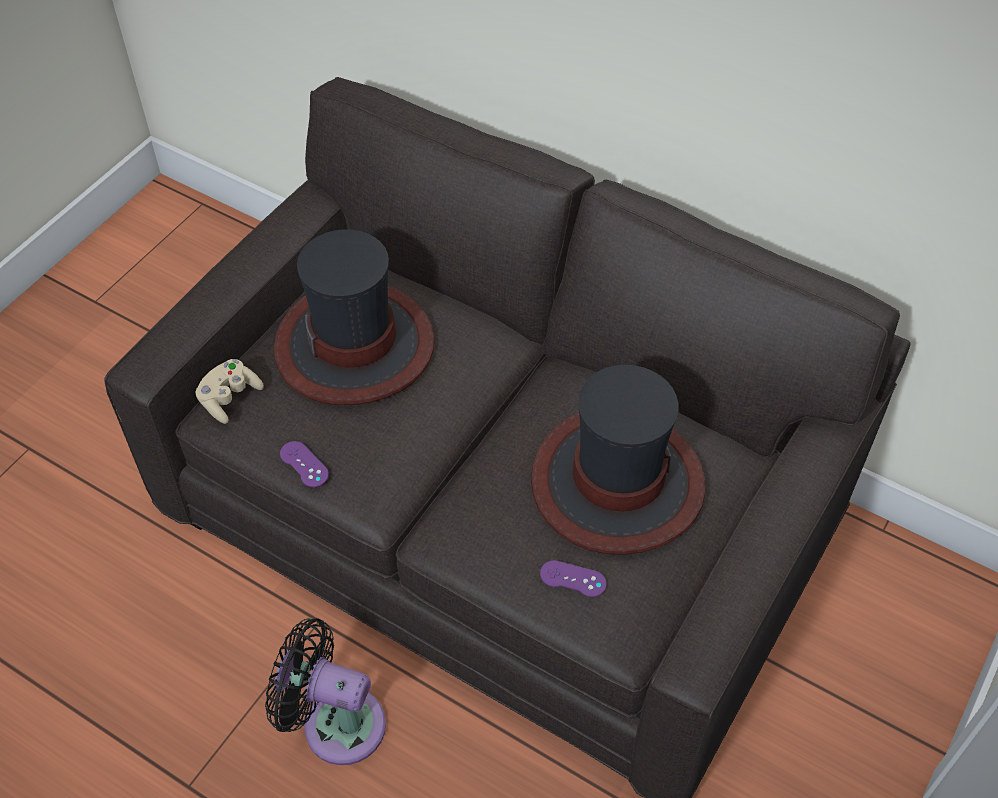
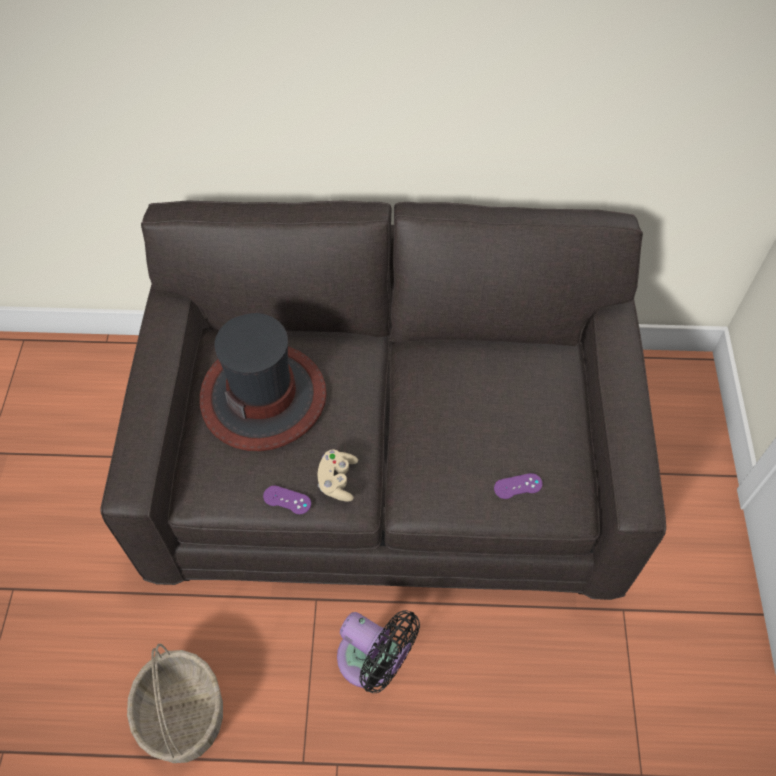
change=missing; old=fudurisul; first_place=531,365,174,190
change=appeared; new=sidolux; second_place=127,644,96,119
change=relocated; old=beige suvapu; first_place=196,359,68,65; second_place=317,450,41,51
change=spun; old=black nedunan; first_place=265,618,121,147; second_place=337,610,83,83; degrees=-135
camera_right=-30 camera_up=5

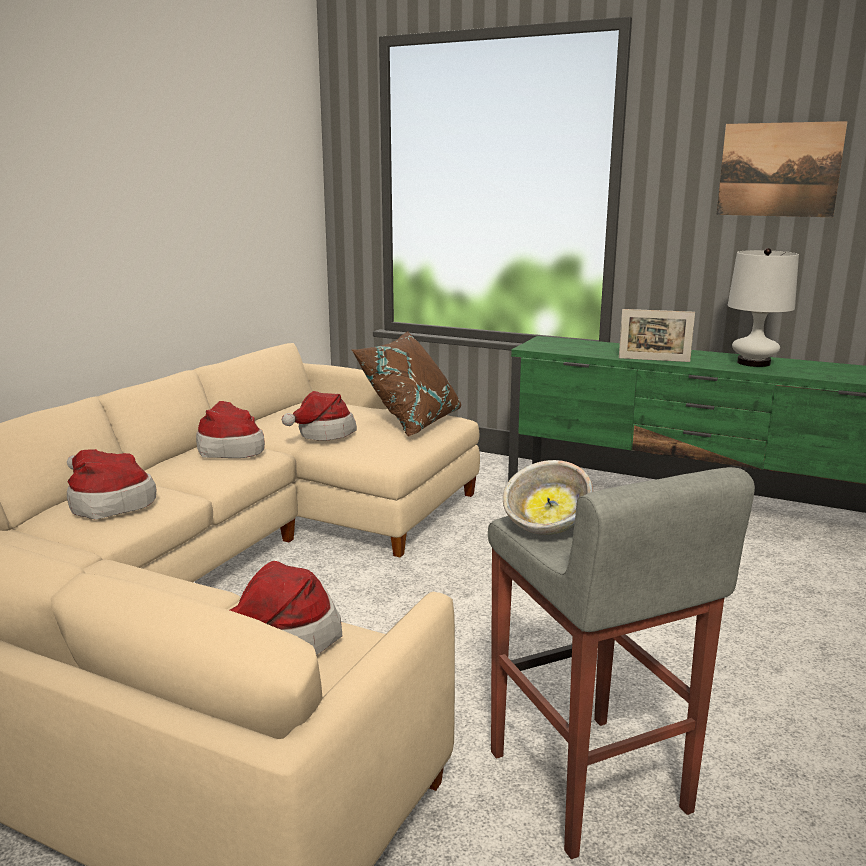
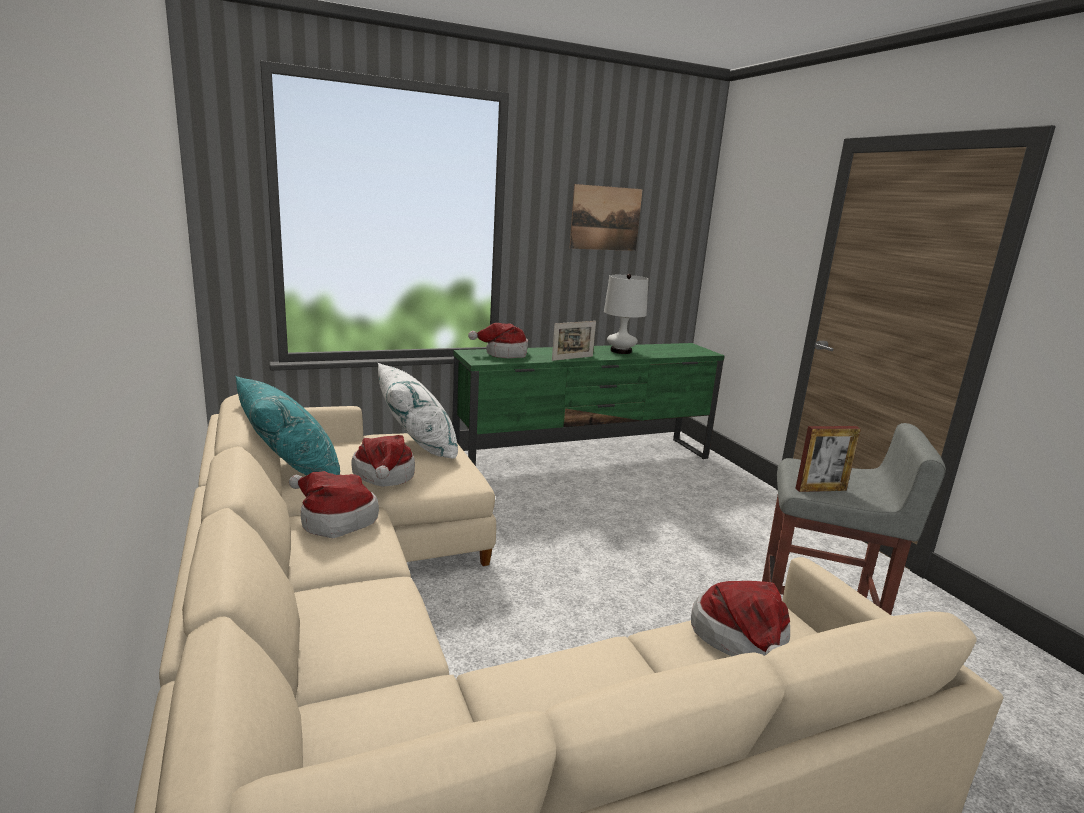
change=appeared; new=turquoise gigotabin; second_place=235,376,105,100
change=relocated; old=fudurisul; first_place=67,449,89,71; second_place=468,323,60,35
change=exchanged; old=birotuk; new=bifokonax; first_place=503,460,90,75; second_place=795,426,66,66
change=colour; old=brown gigotabin; new=white gigotabin; first_place=352,332,109,105; second_place=377,362,81,97
camera_right=-50 camera_up=0

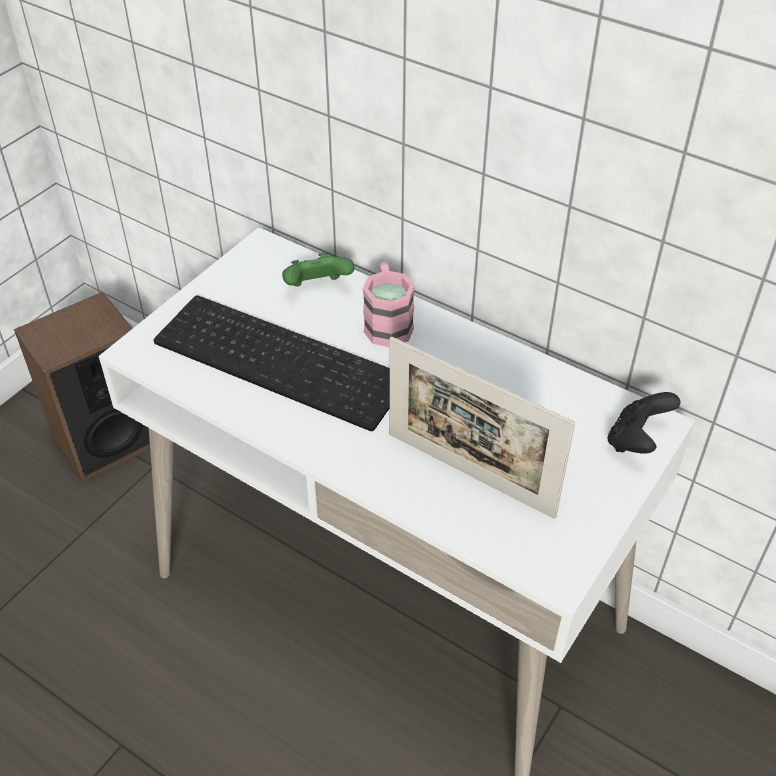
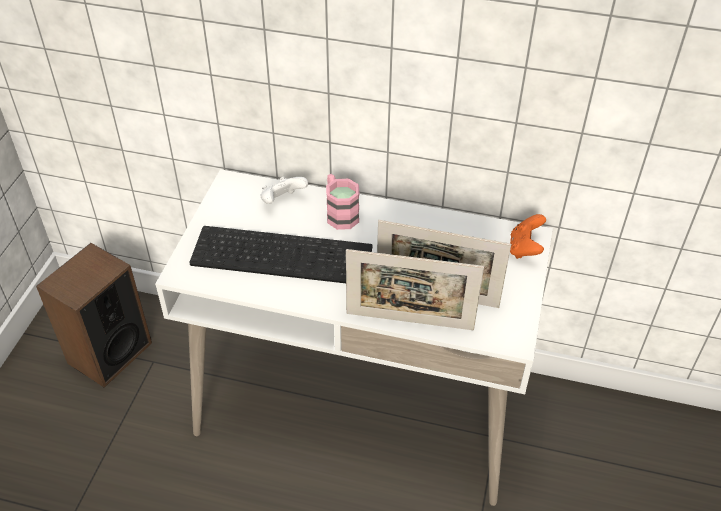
change=appeared; new=bifokonax; second_place=346,249,138,81
change=colour; old=green suvapu; new=white suvapu; first_place=282,252,73,35; second_place=260,176,48,28
change=colour; old=black suvapu; new=orange suvapu; first_place=608,392,72,62; second_place=510,214,36,45
camera_right=-20 camera_up=0

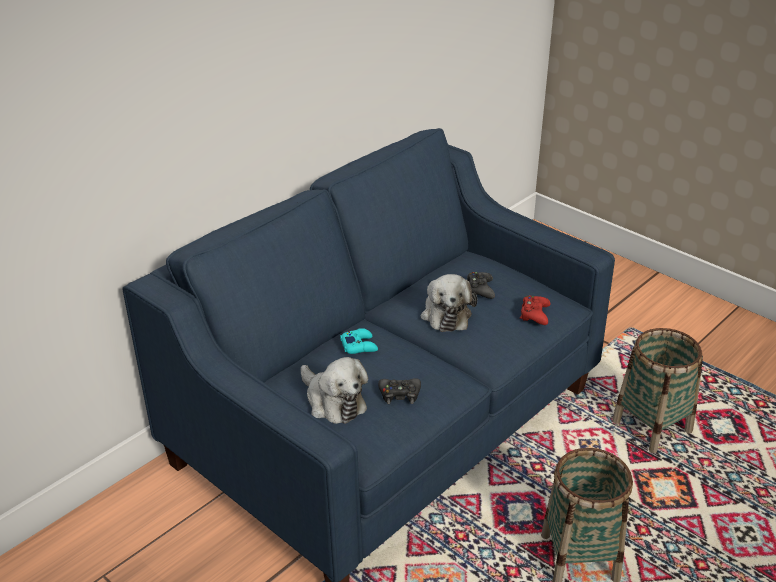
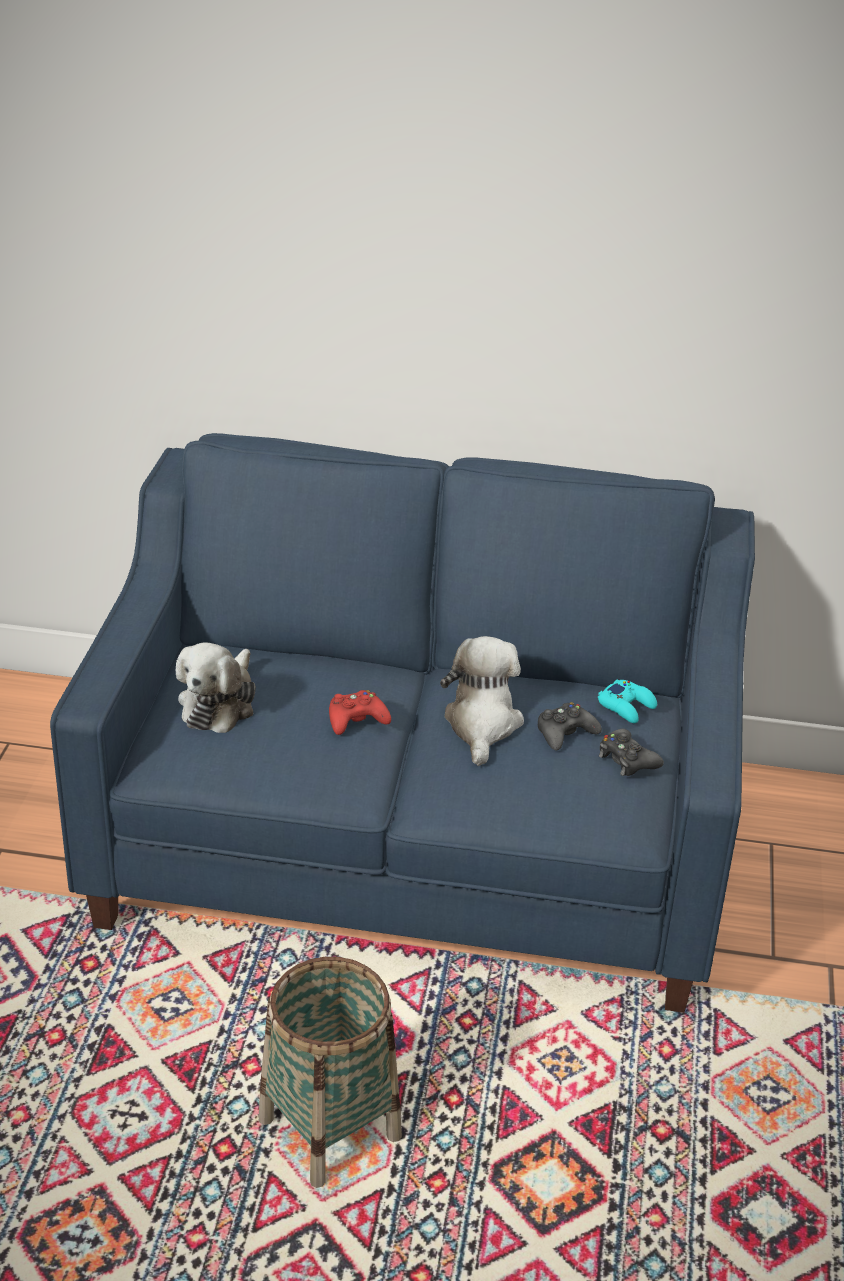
change=missing; old=sidolux; first_place=612,328,91,125
change=relocated; old=turquoise suvapu; first_place=340,328,38,26; second_place=598,679,59,44
change=relocated; old=black suvapu; first_place=378,378,43,26; second_place=599,728,65,48
change=relocated; old=red suvapu; first_place=520,295,31,30; second_place=329,690,62,45
change=spun; old=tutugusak; first_place=421,274,56,58; second_place=440,636,84,130; degrees=135
camera_right=55 camera_up=0

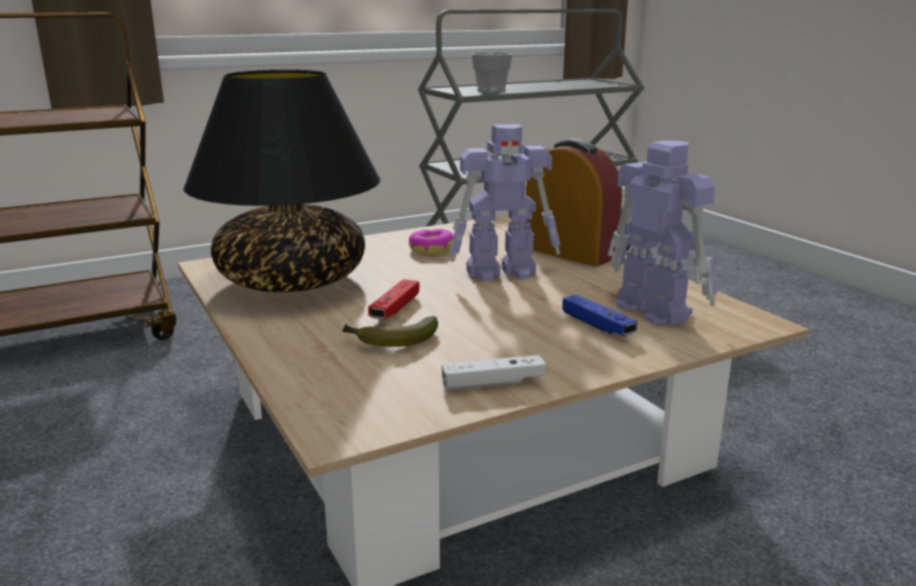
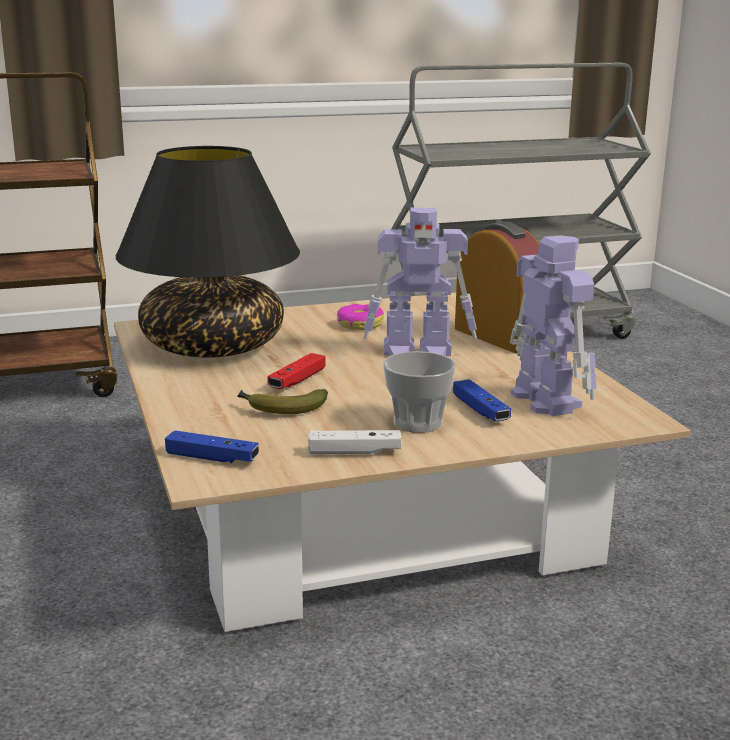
change=appeared; new=blue suvapu; second_place=165,430,94,33
change=relocated; old=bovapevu; first_place=471,52,42,41; second_place=383,351,73,82
camera_right=10 camera_up=0

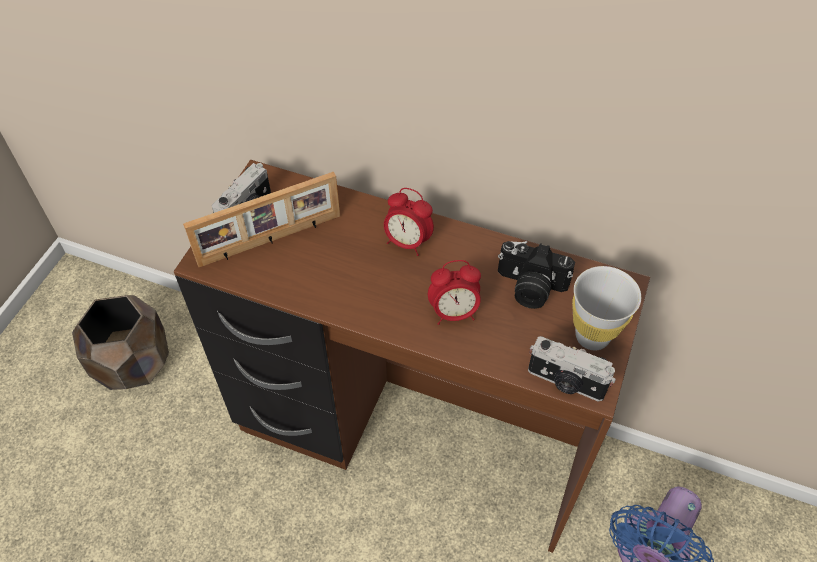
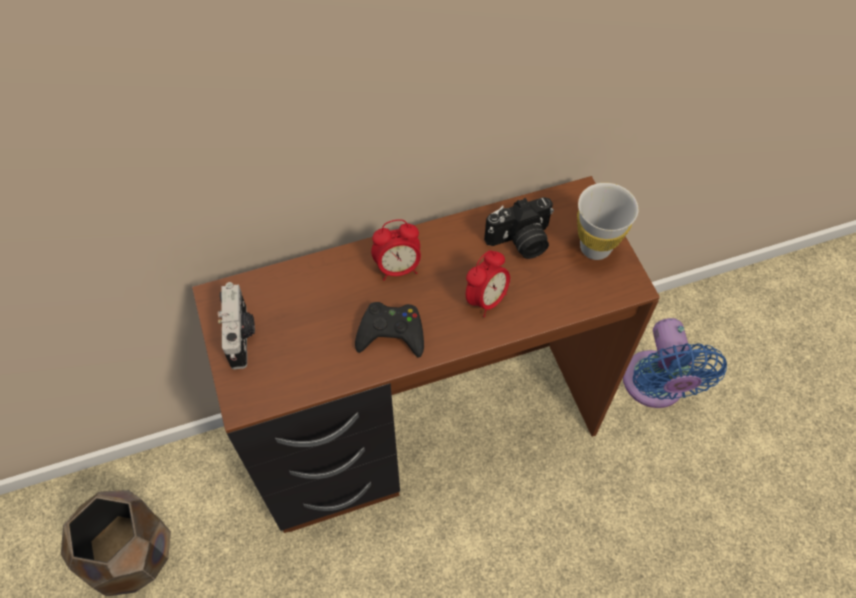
change=missing; old=bifokonax; first_place=183,172,157,95
change=missing; old=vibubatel; first_place=528,336,88,66
change=appeared; new=black suvapu; second_place=355,302,69,56
camera_right=-40 camera_up=5

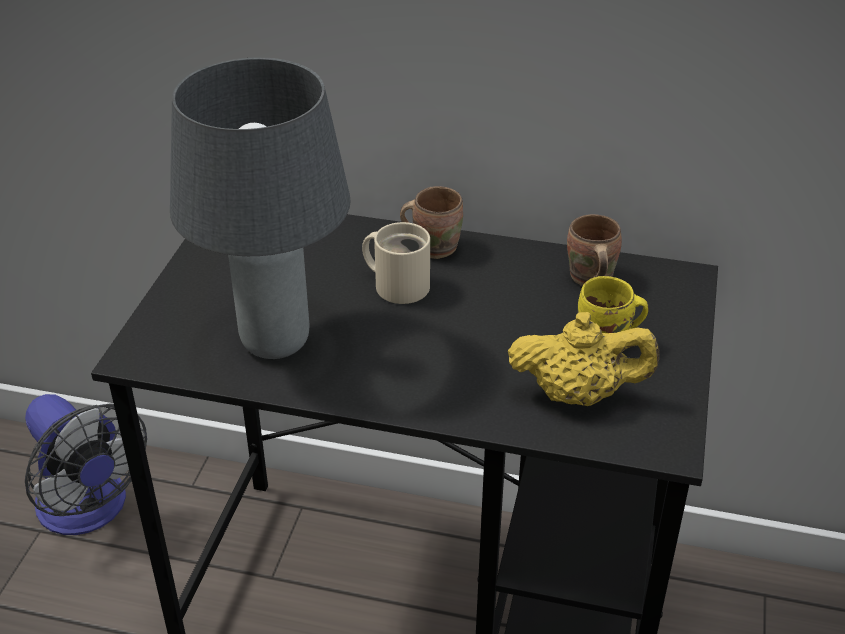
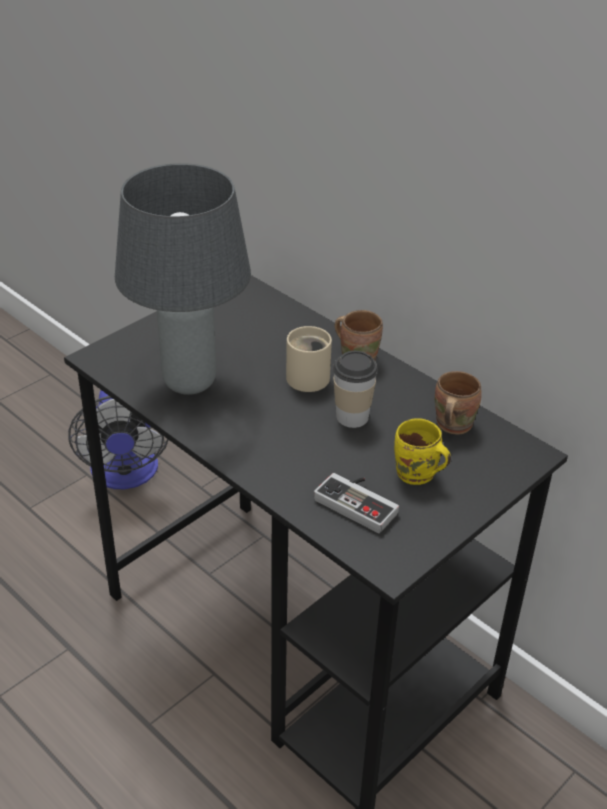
change=appeared; new=bovapevu; second_place=333,351,45,77
change=exchanged; old=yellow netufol; new=suvapu; first_place=508,312,152,94; second_place=314,473,85,60
camera_right=30 camera_up=0

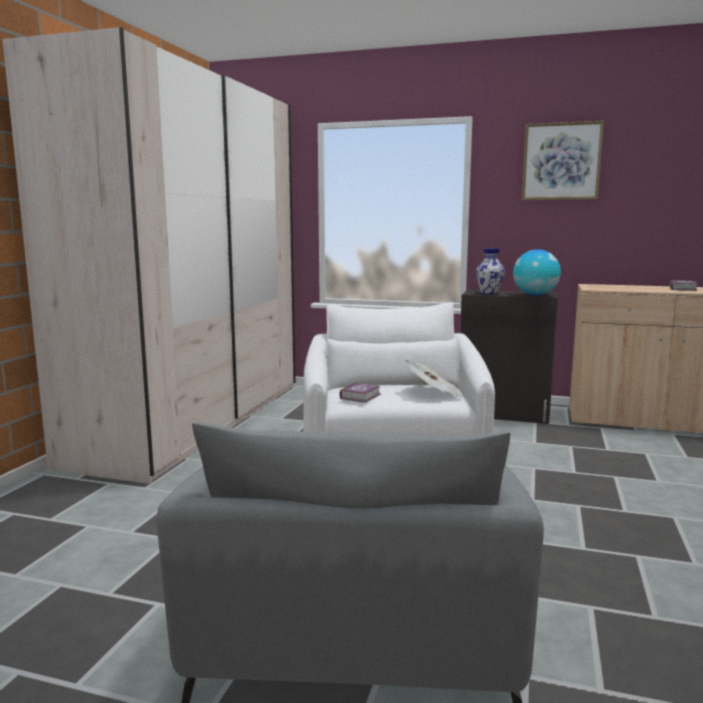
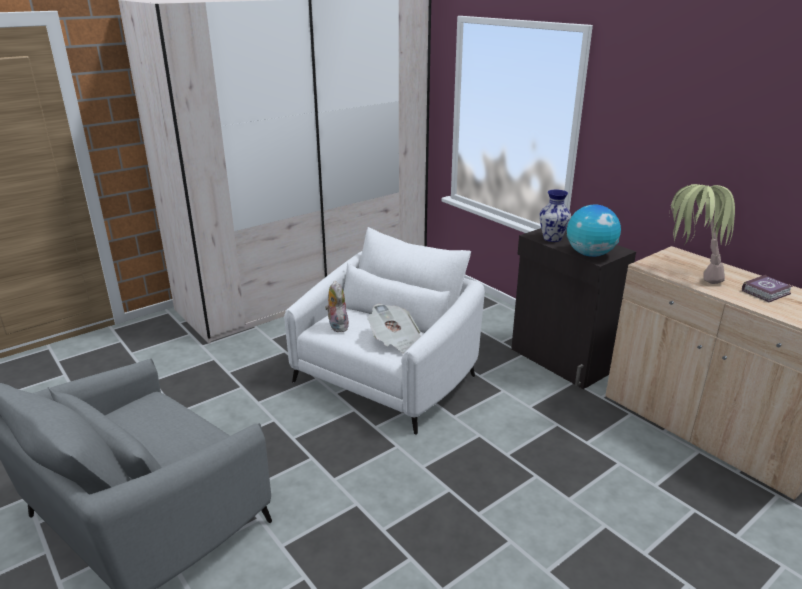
change=missing; old=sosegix; first_place=521,121,83,79
change=appeared; new=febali; second_place=669,184,66,100
change=exchanged; old=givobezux; new=tutugusak; first_place=339,382,42,21; second_place=325,281,24,51
camera_right=35 camera_up=15

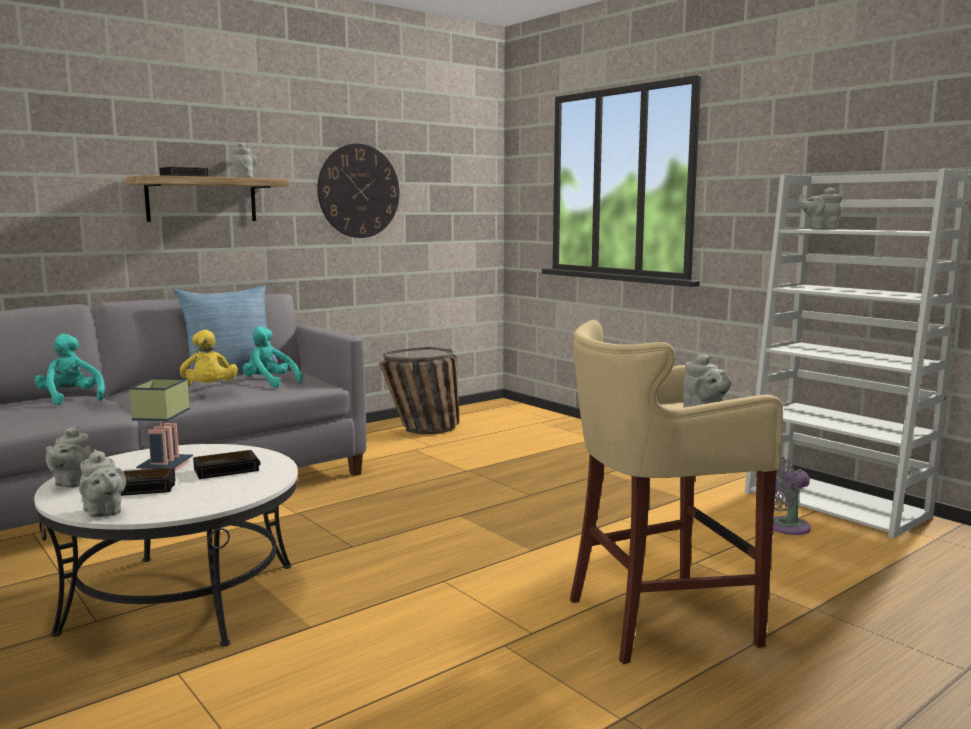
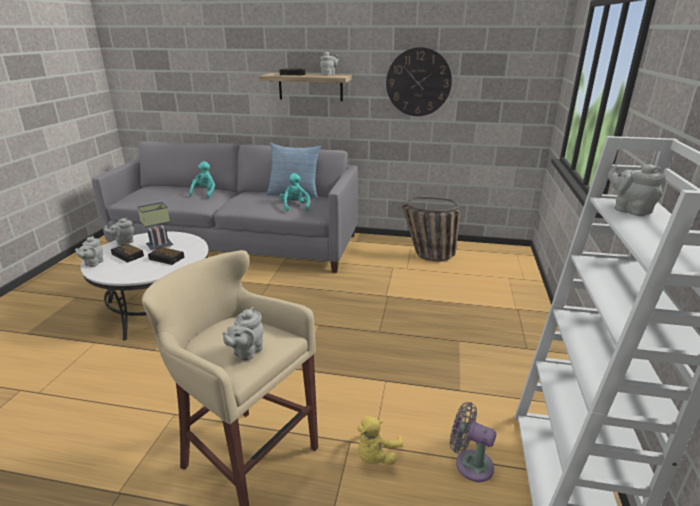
change=relocated; old=yellow tutugusak; first_place=180,330,58,55; second_place=357,416,46,49
camera_right=50 camera_up=15

